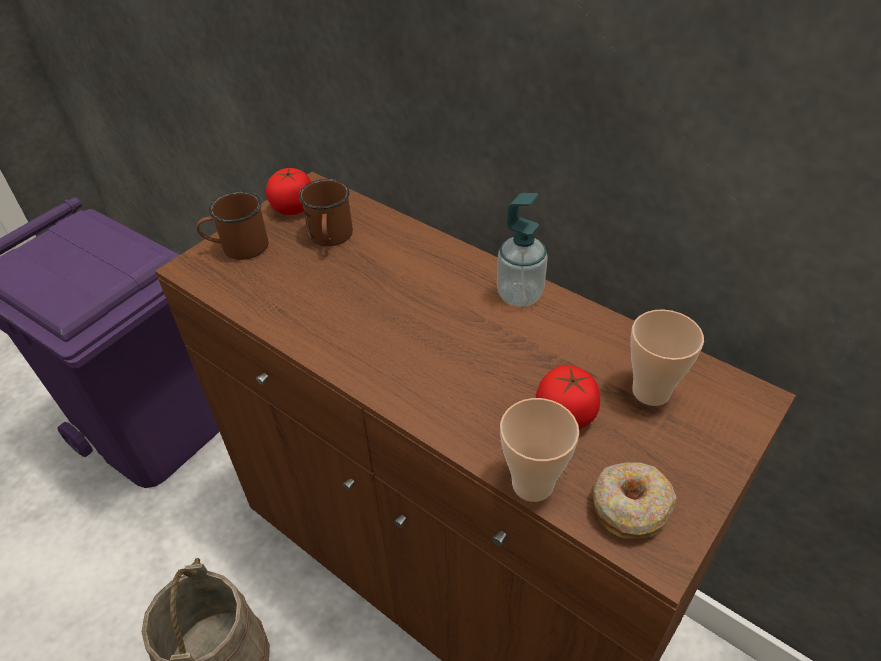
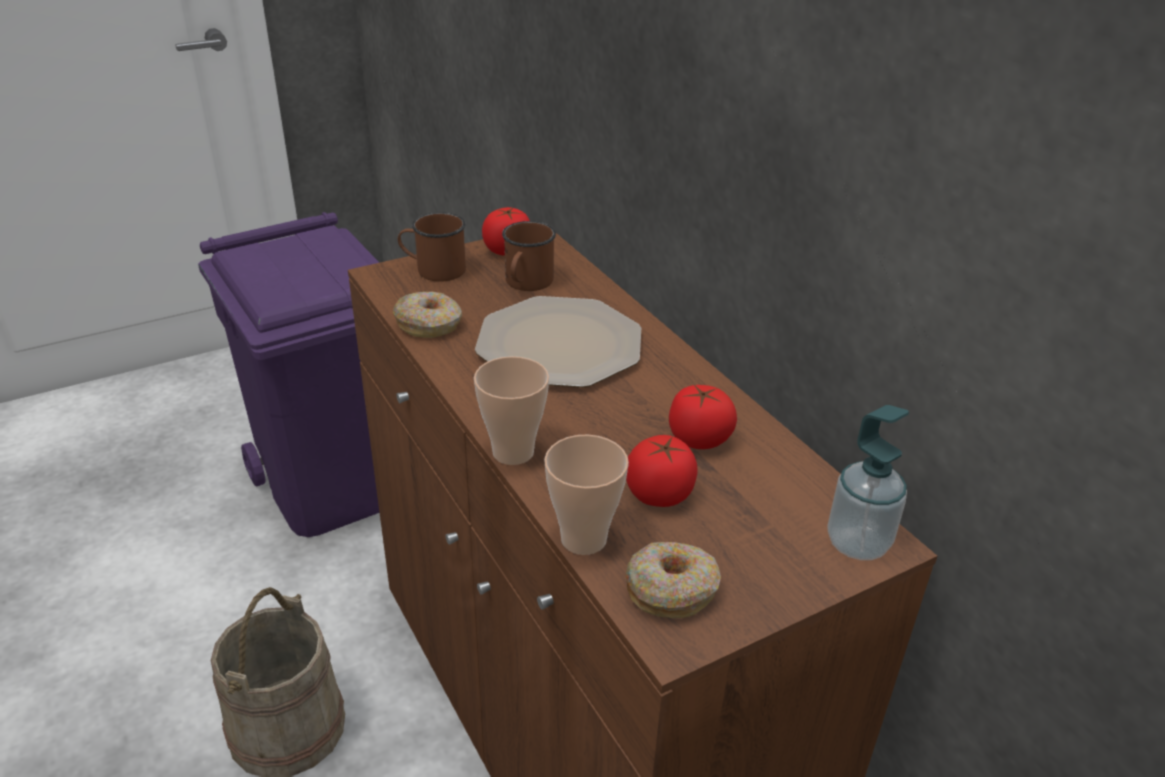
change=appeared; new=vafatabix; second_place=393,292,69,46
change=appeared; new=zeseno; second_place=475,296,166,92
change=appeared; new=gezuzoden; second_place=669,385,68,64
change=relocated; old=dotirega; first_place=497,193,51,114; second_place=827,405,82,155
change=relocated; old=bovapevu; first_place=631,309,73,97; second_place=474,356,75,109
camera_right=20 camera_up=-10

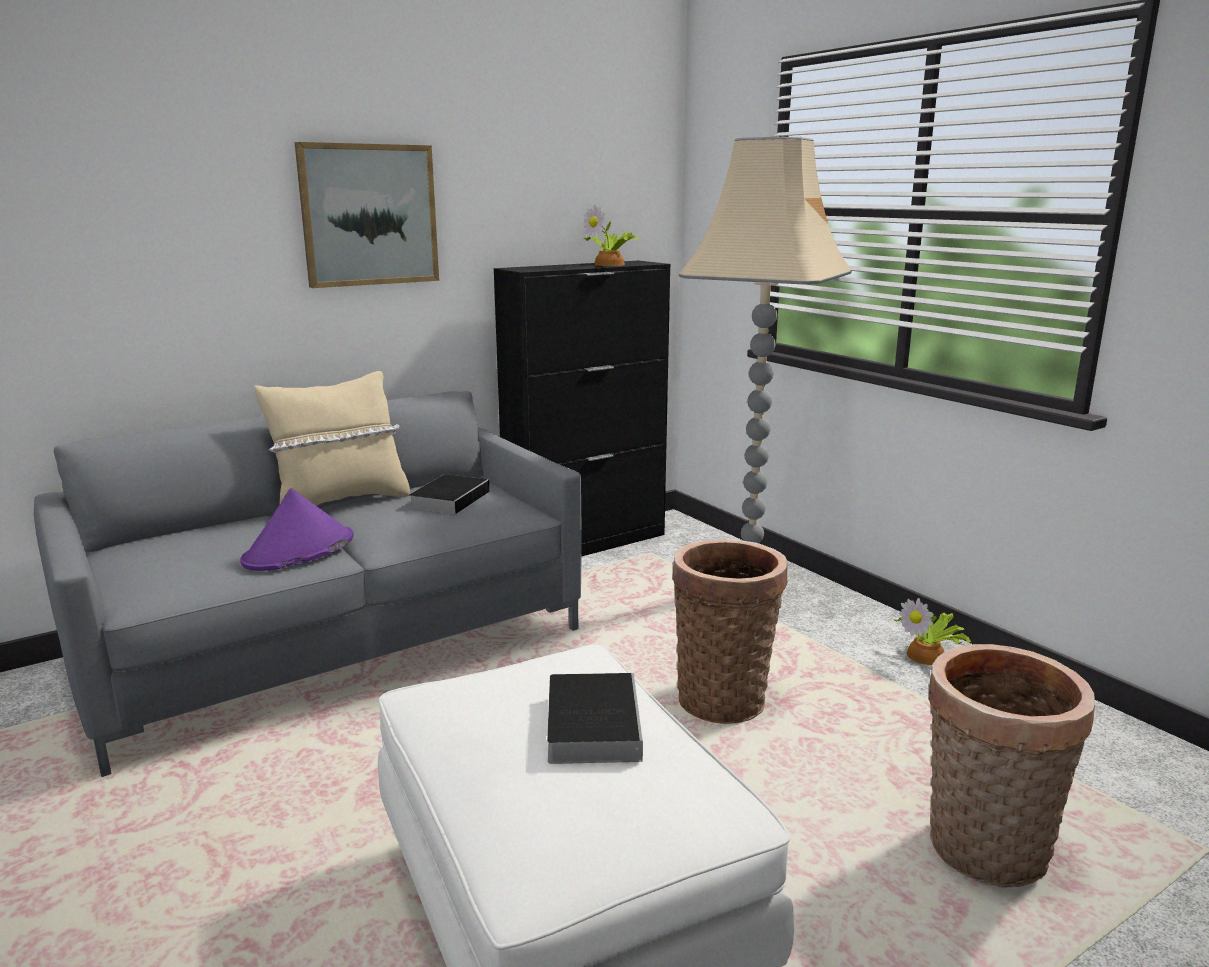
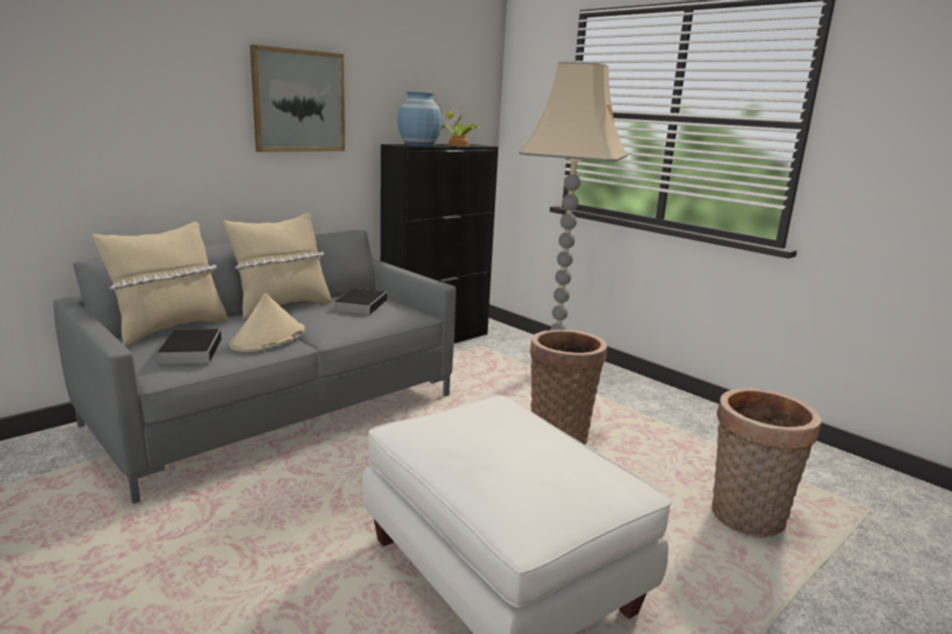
change=missing; old=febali; first_place=895,598,76,67
change=appeared; new=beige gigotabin; second_place=93,222,134,125
change=appeared; new=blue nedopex; second_place=397,91,45,55
change=relocated; old=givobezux; first_place=547,673,96,91; second_place=158,329,63,35
change=colour; old=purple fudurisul; new=beige fudurisul; first_place=240,488,114,83; second_place=229,293,76,59
camera_right=-10 camera_up=0

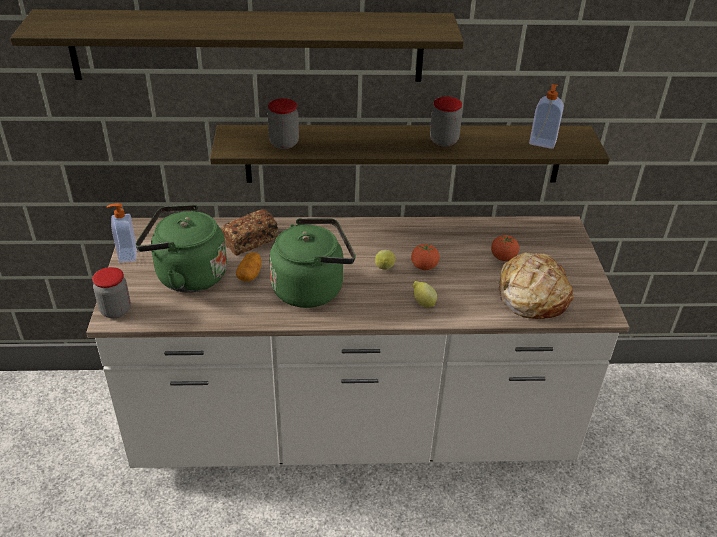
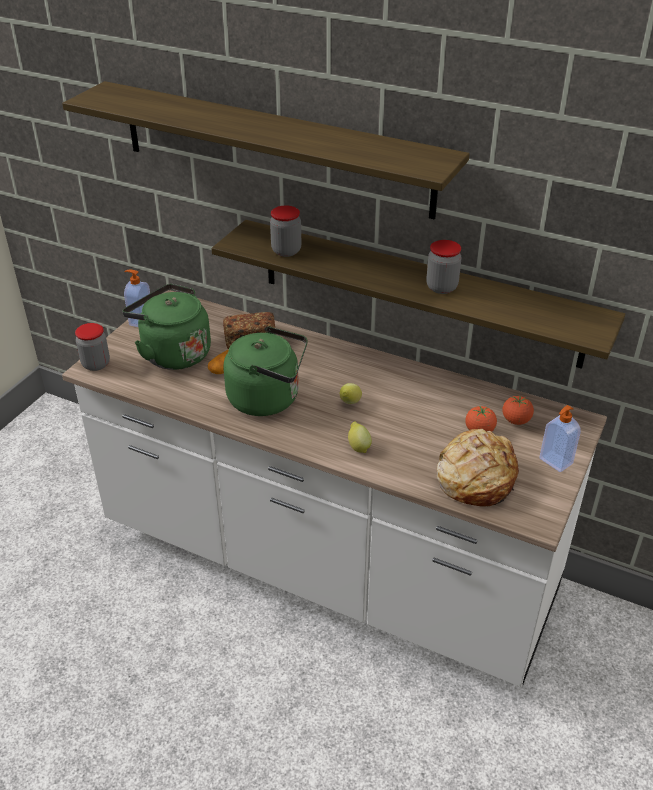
change=relocated; old=gezuzoden; first_place=411,244,28,26; second_place=502,396,32,29
change=relocated; old=dotirega; first_place=529,84,35,65; second_place=540,405,41,67
camera_right=30 camera_up=0

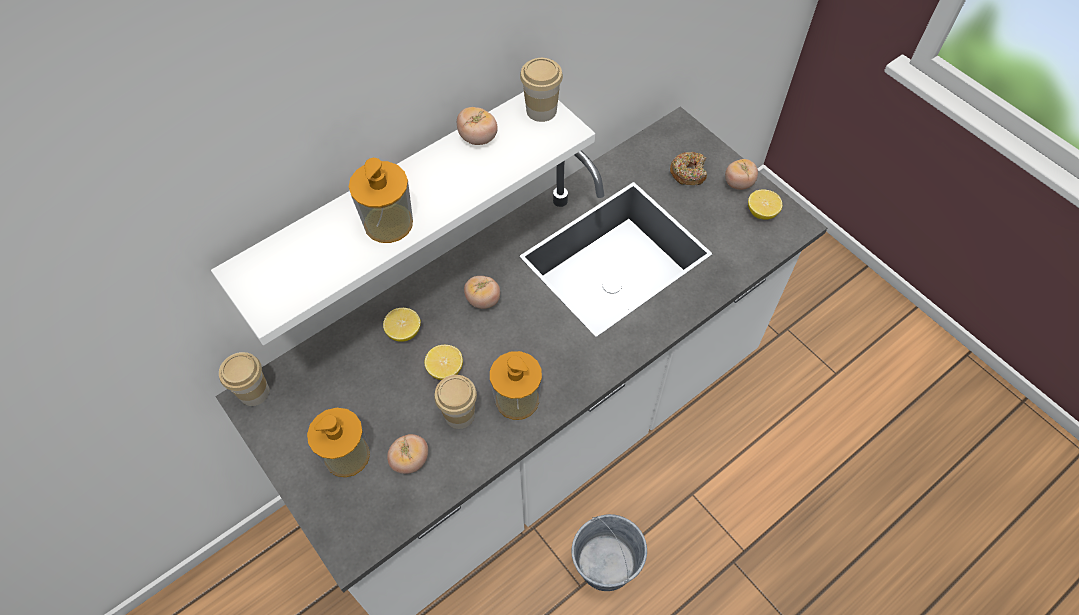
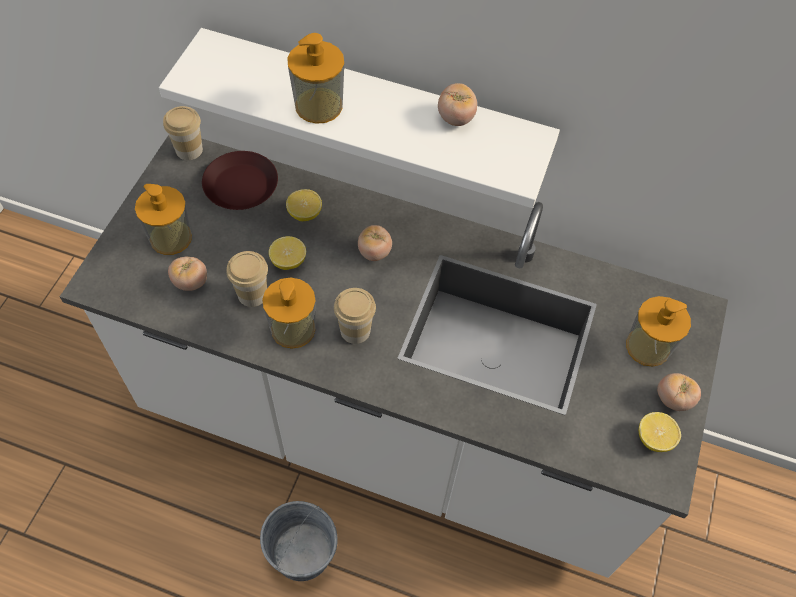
change=appeared; new=brown zeseno; second_place=202,151,76,59
change=relocated; old=bovapevu; first_place=520,58,43,64; second_place=334,288,42,56
change=exchanged; old=vafatabix; new=dotirega; first_place=670,152,37,33; second_place=626,296,65,71
camera_right=55 camera_up=0

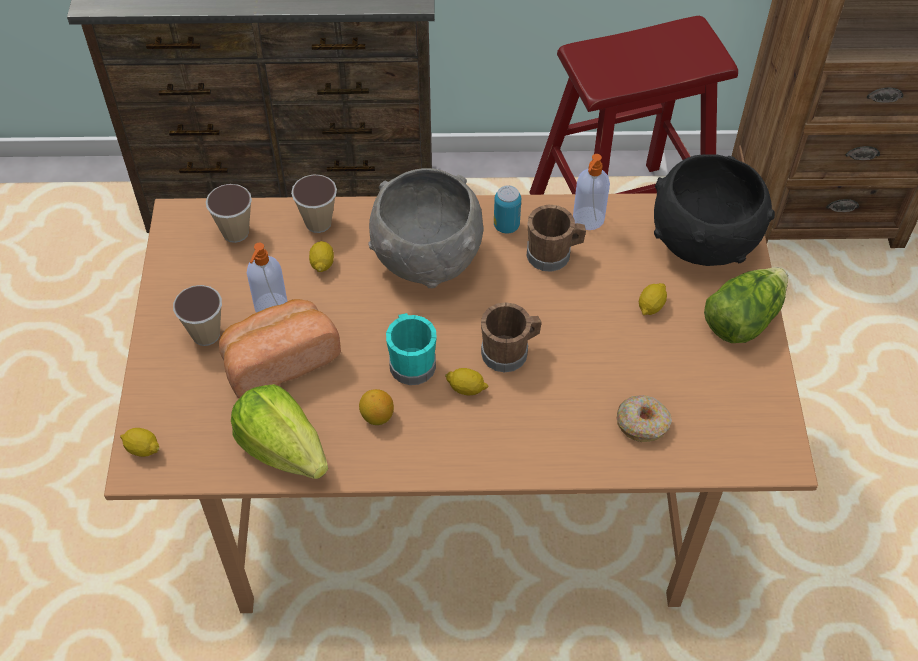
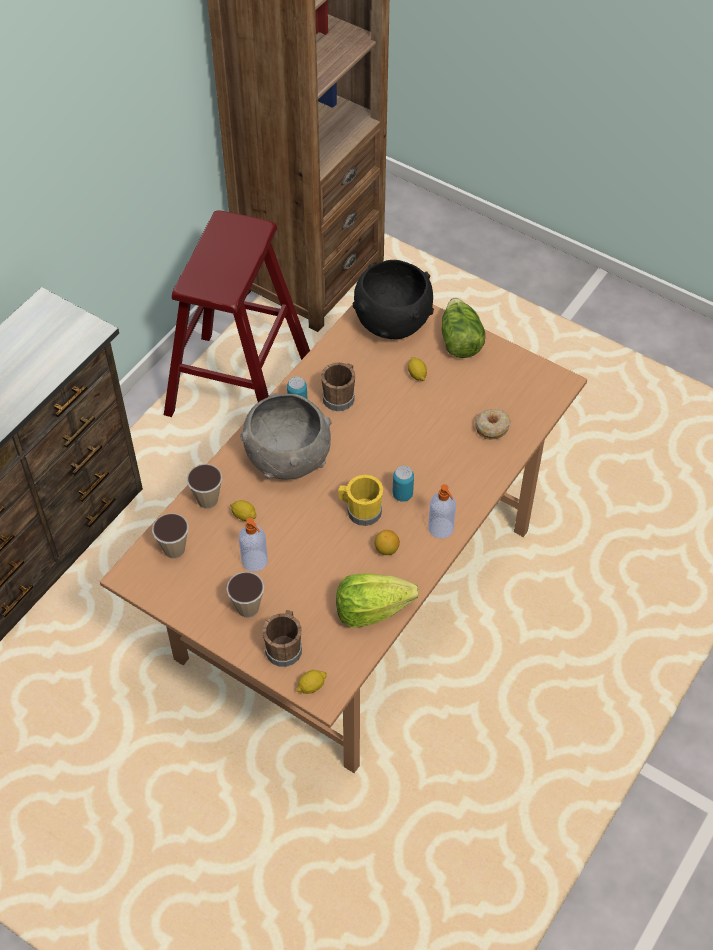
change=missing; old=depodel; first_place=219,299,122,99
change=relocated; old=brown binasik; first_place=481,302,61,70; second_place=262,610,40,57
change=relocated; old=dotirega; first_place=573,154,37,76; second_place=428,484,28,55
change=exchanged; old=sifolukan; new=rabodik; first_place=445,368,44,28; second_place=392,466,22,36
change=colour; old=turquoise binasik; new=yellow binasik; first_place=386,313,51,72; second_place=338,475,45,51
camera_right=-55 camera_up=0

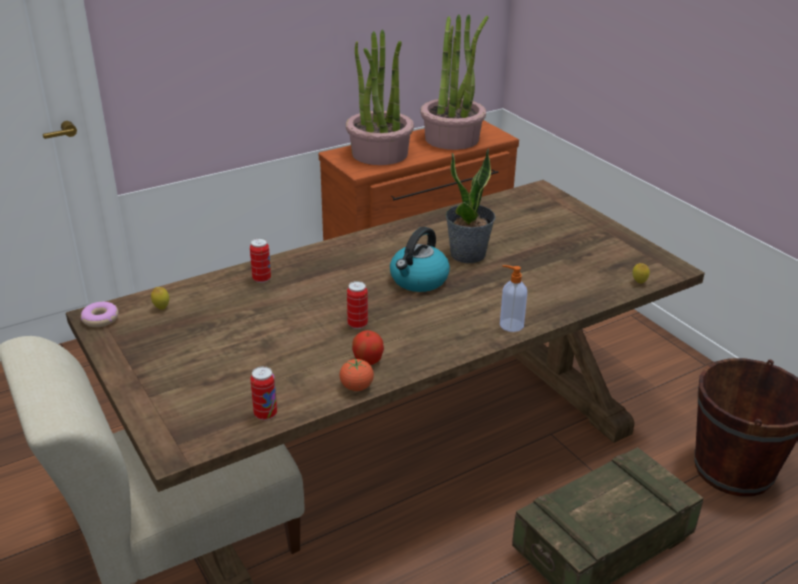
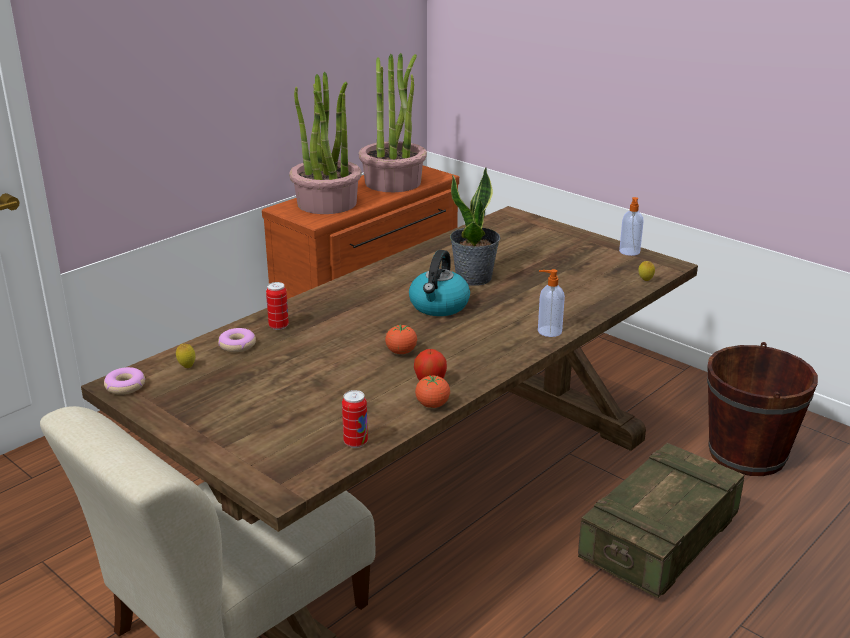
change=appeared; new=vafatabix; second_place=218,328,38,24
change=appeared; new=dotirega; second_place=619,197,25,59
change=exchanged; old=rabodik; new=gezuzoden; first_place=347,281,21,48; second_place=385,324,32,30
camera_right=-15 camera_up=-5

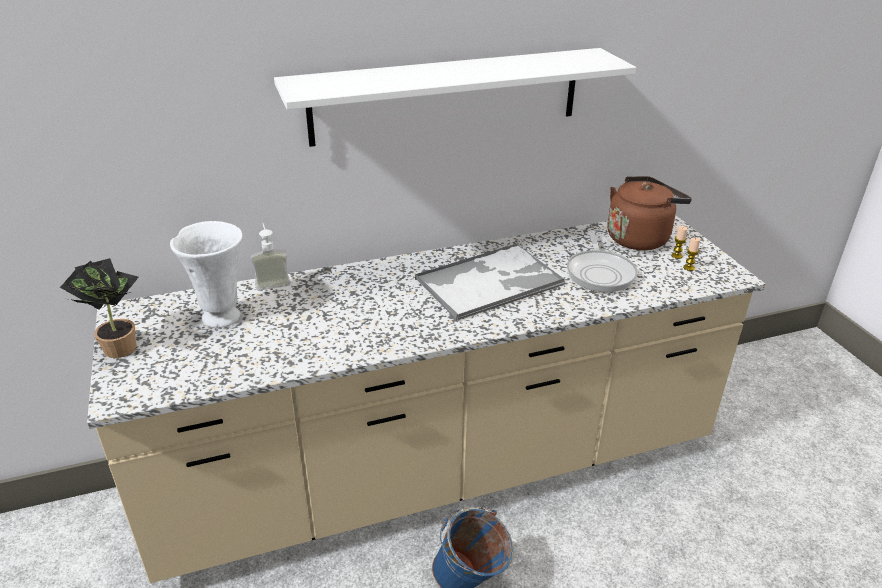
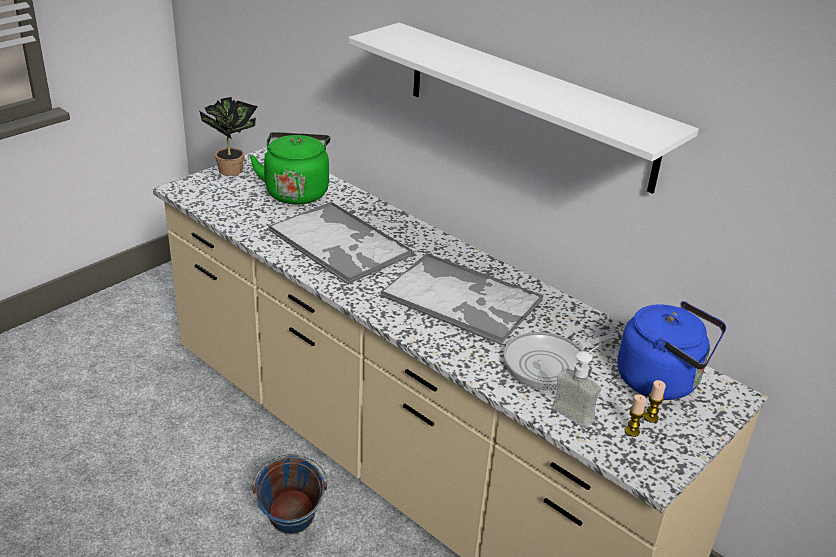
change=appeared; new=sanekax; second_place=269,201,144,84
change=relocated; old=dotirega; first_place=251,224,40,67; second_place=551,345,50,83
change=exchanged; old=white nedopex; new=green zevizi; first_place=170,221,73,107; second_place=250,132,80,72
change=colour; old=brown zevizi; new=blue zevizi; first_place=607,176,85,74; second_place=618,301,108,99
camera_right=60 camera_up=0

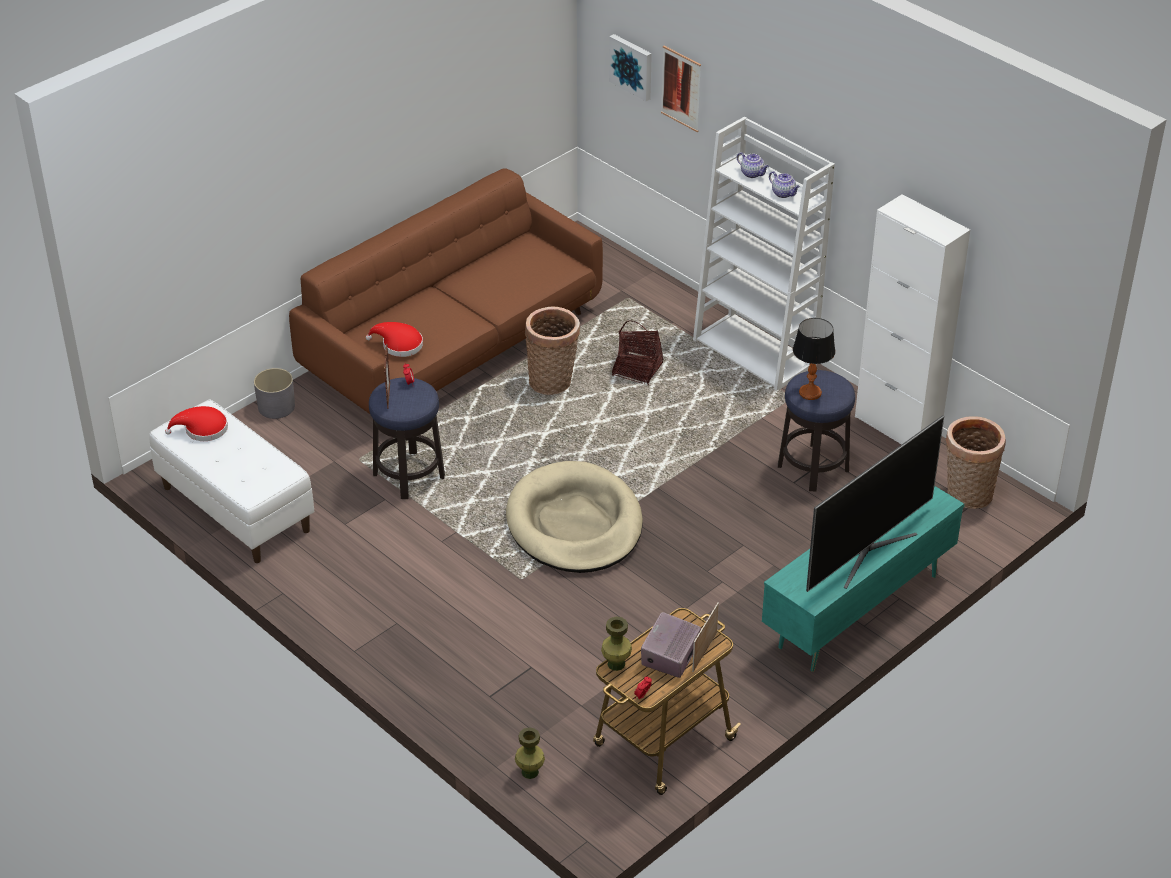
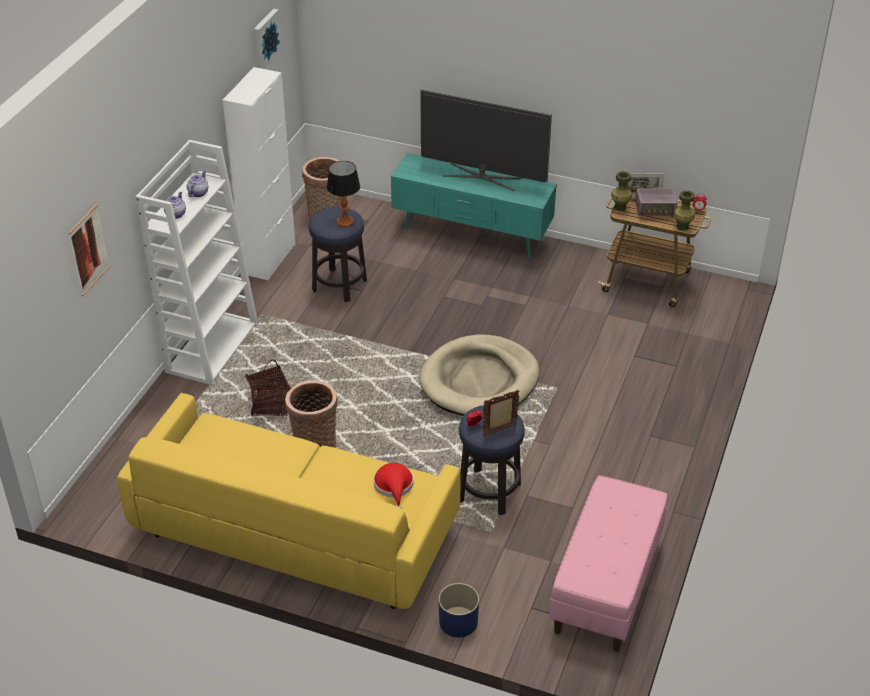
change=missing; old=red fudurisul; first_place=165,406,63,35
change=relocated; old=green nedopex; first_place=515,727,30,52; second_place=611,171,21,40
change=relocated; old=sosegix; first_place=609,34,43,67; second_place=254,9,28,60
change=colour; old=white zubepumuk; new=pink zubepumuk; first_place=149,400,165,163; second_place=549,475,119,177
change=colour; old=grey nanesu; new=blue nanesu; first_place=254,368,41,51; second_place=439,583,40,54
change=colour; old=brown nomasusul; new=yellow nomasusul; first_place=289,168,314,246; second_place=117,393,344,216
camera_right=-115 camera_up=0

